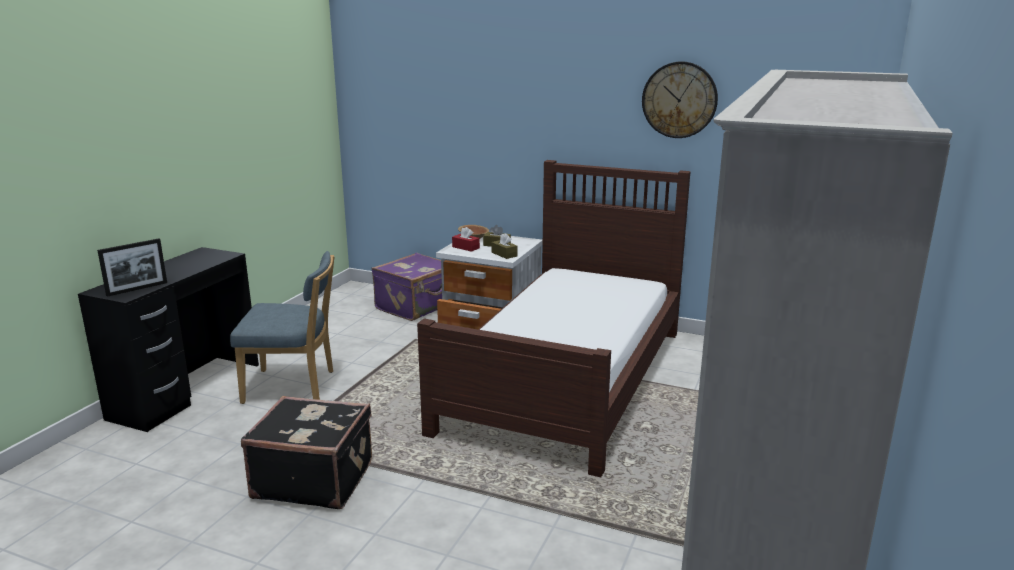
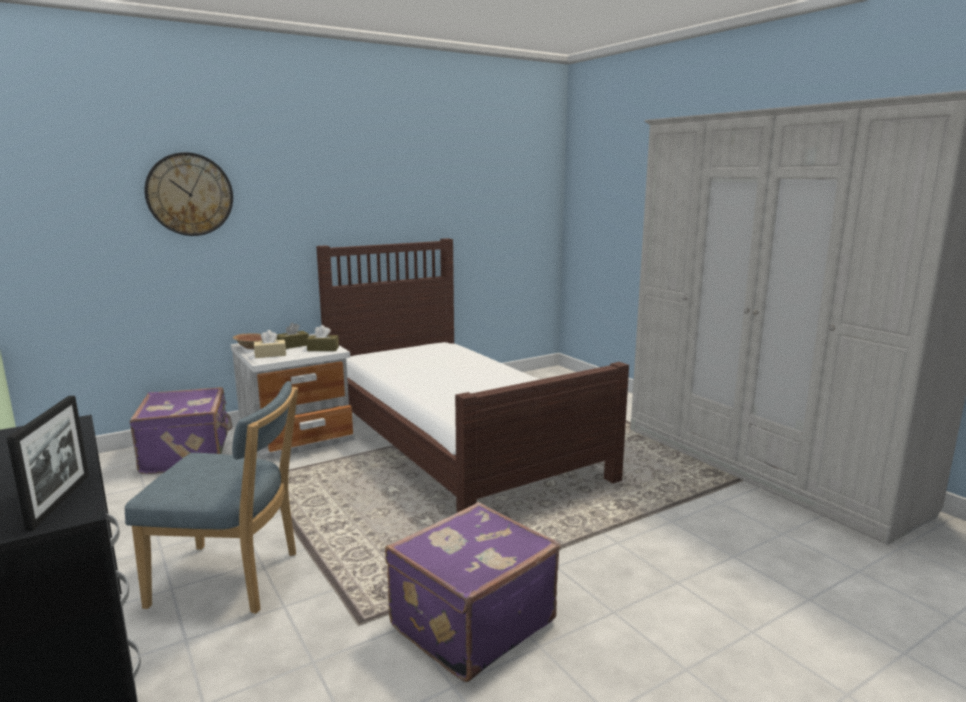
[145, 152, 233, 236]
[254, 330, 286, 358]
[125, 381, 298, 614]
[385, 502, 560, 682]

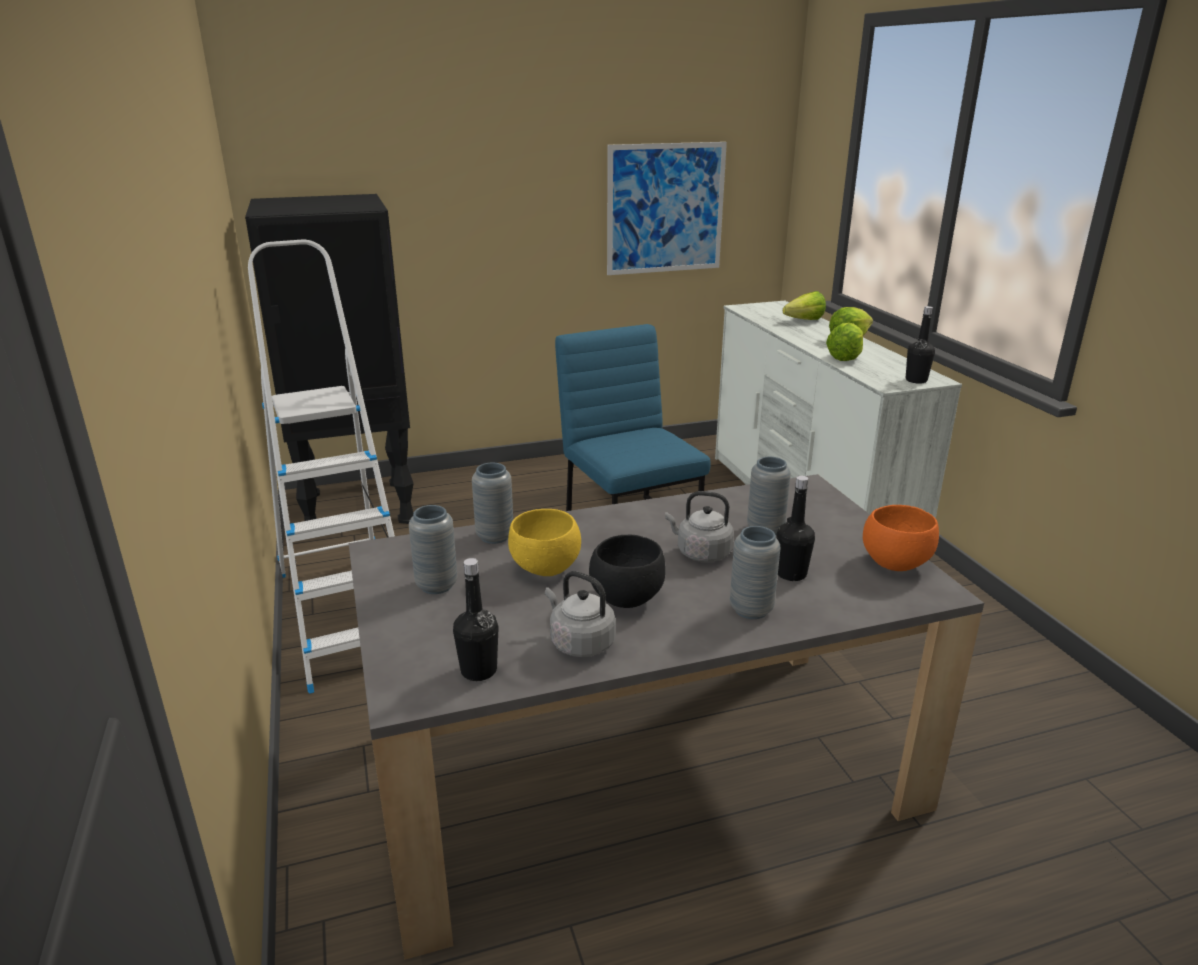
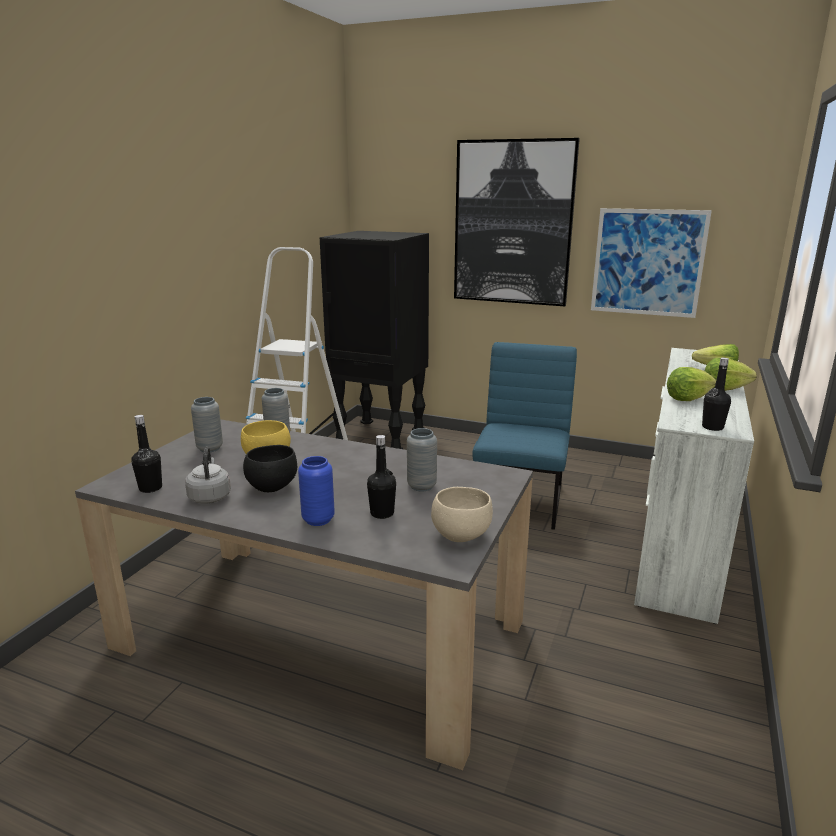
[665, 491, 734, 562] (first image)
[431, 487, 493, 542]
[298, 456, 335, 526]
[454, 138, 580, 306]

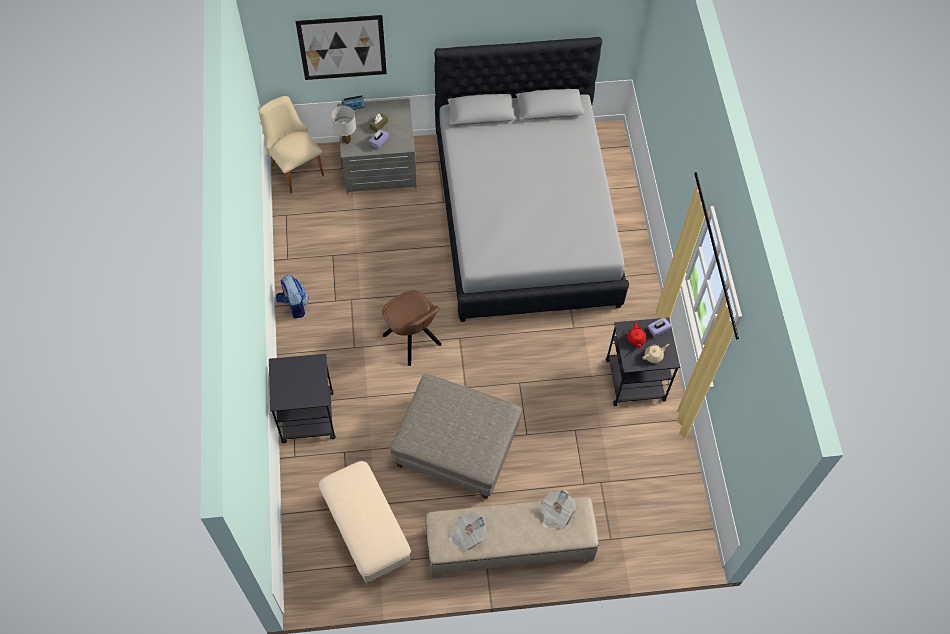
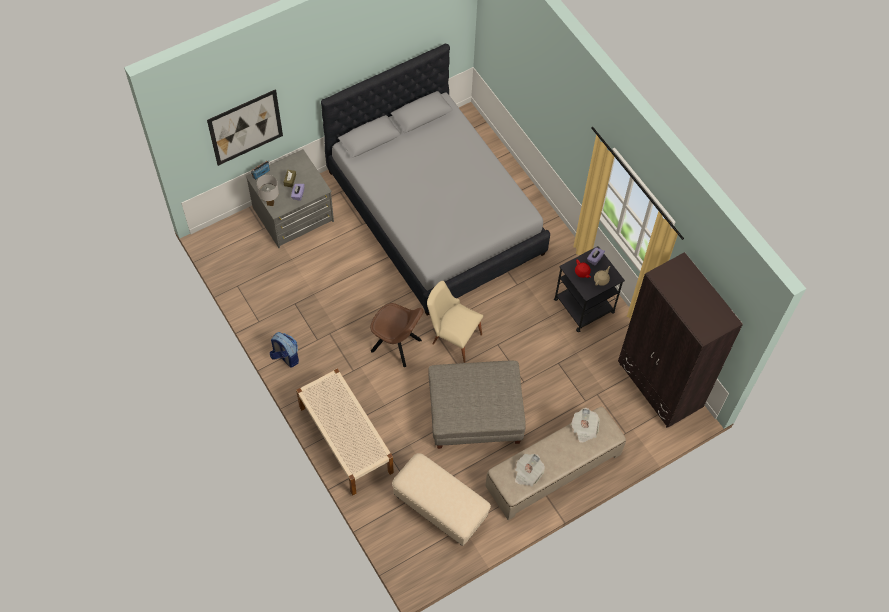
[427, 281, 483, 362]
[296, 368, 394, 496]
[618, 252, 743, 428]

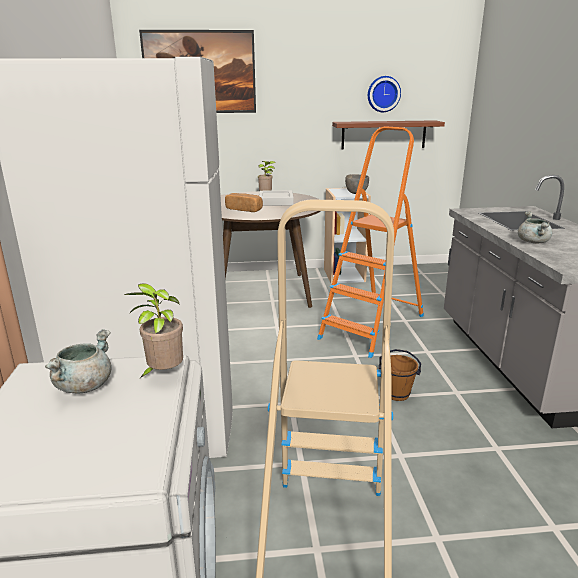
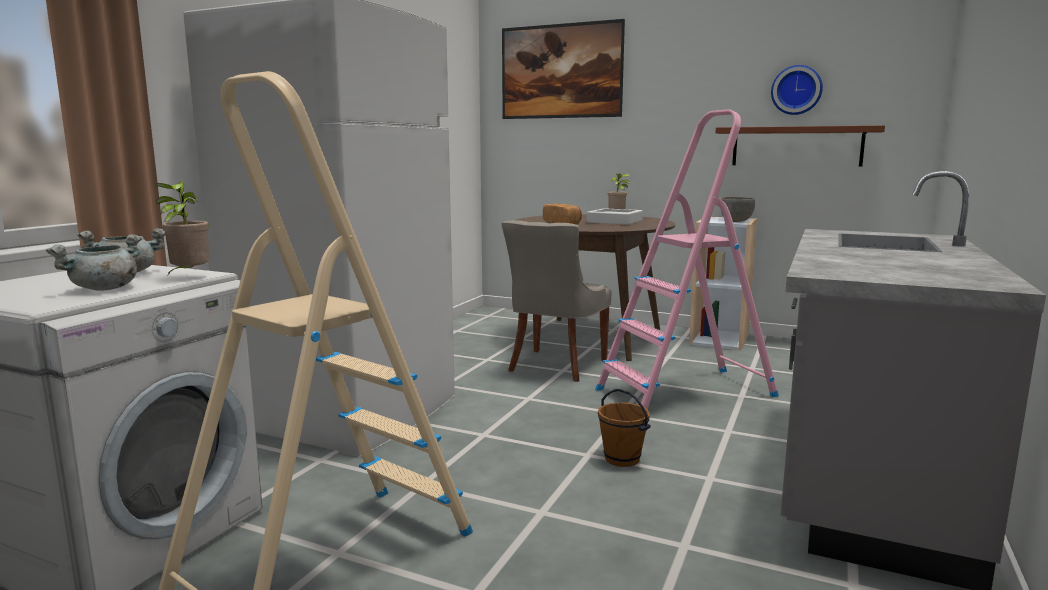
[595, 109, 779, 409]
[46, 234, 142, 291]
[502, 220, 611, 382]

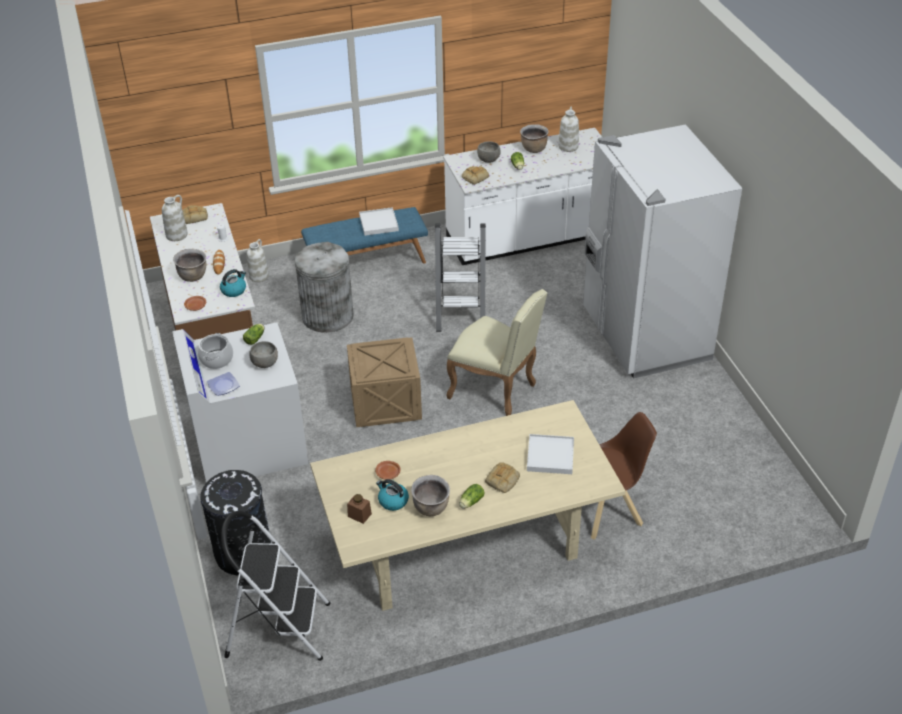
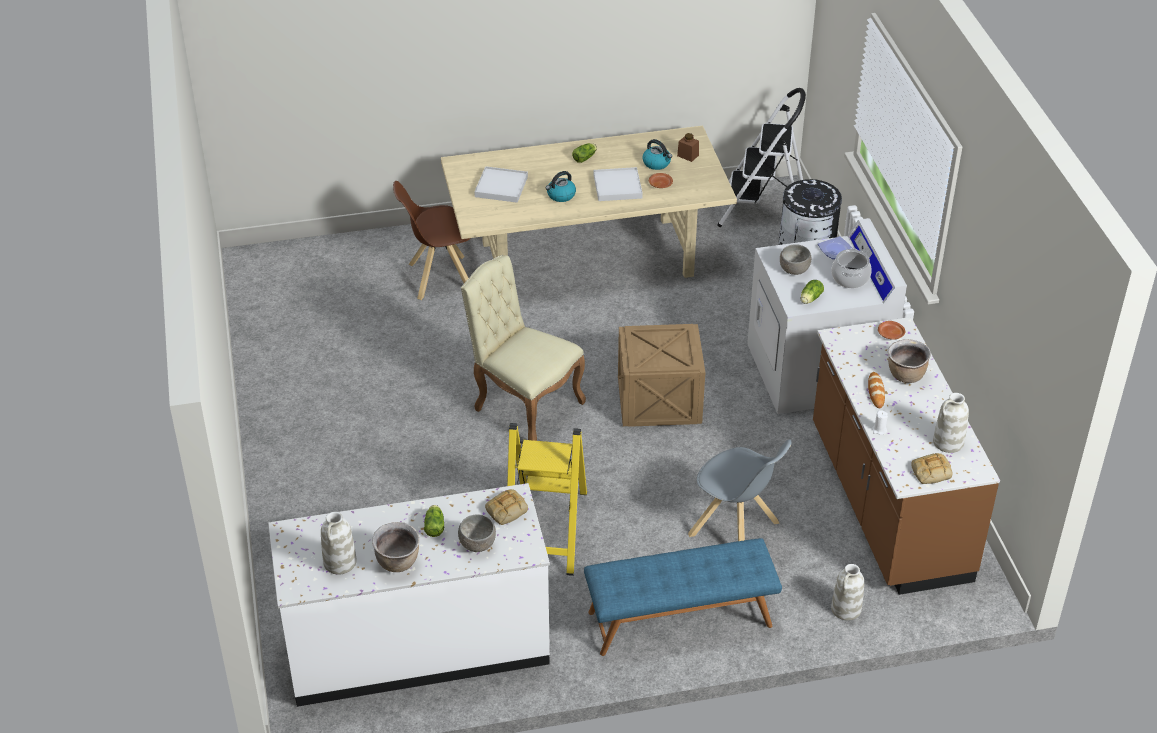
[583, 125, 742, 379] (first image)
[594, 167, 643, 201]
[507, 423, 587, 576]
[688, 439, 791, 541]
[546, 171, 576, 202]
[485, 462, 520, 493] (first image)
[411, 475, 450, 516] (first image)

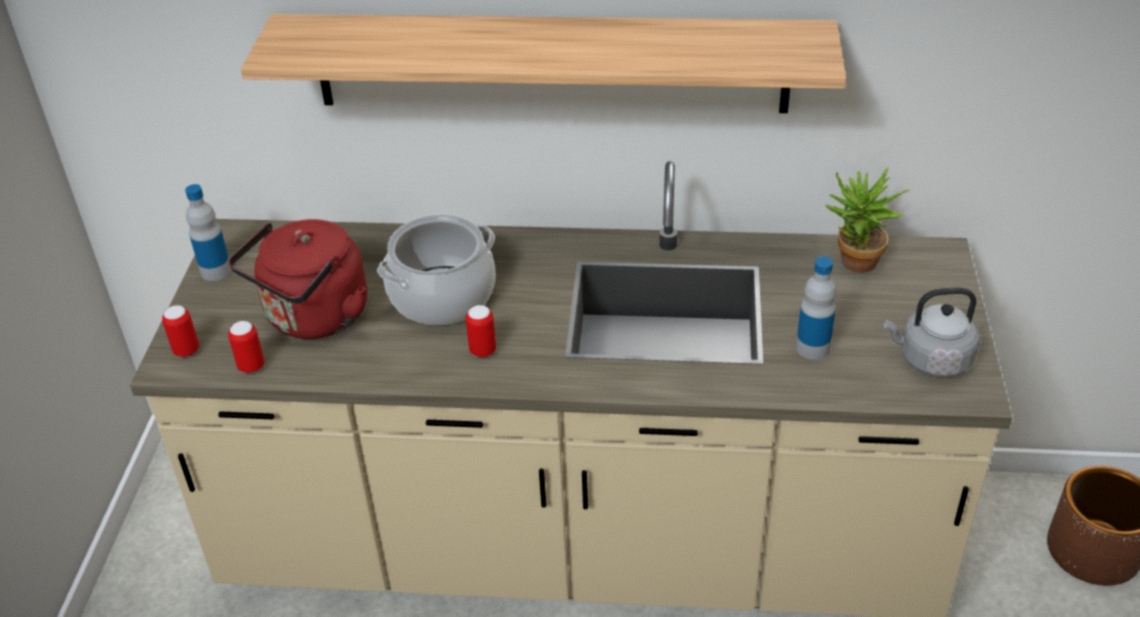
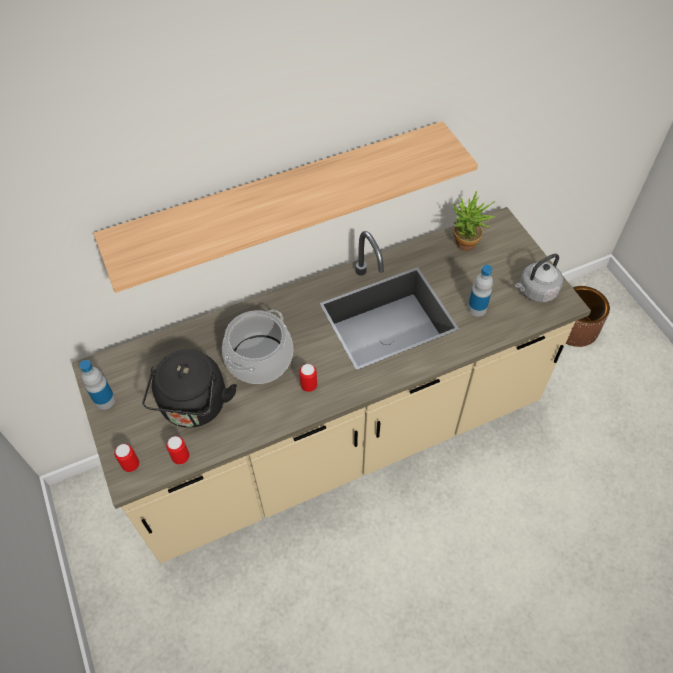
[142, 349, 237, 428]

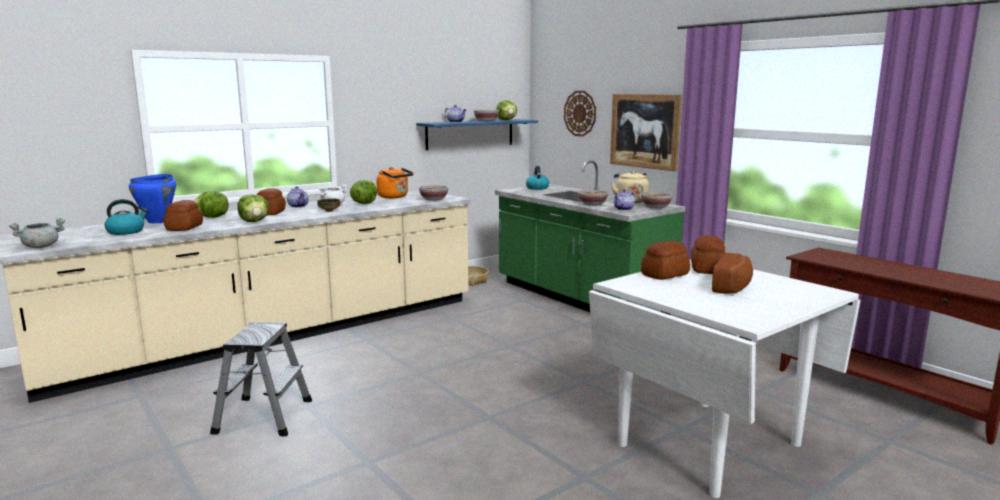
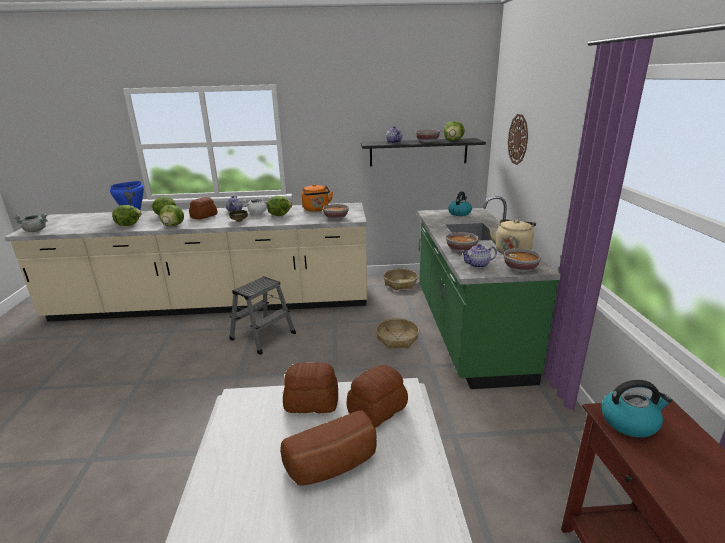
[610, 94, 682, 172] (first image)
[361, 138, 486, 167]
[601, 380, 672, 438]
[112, 205, 142, 226]
[229, 276, 296, 355]
[376, 318, 419, 349]

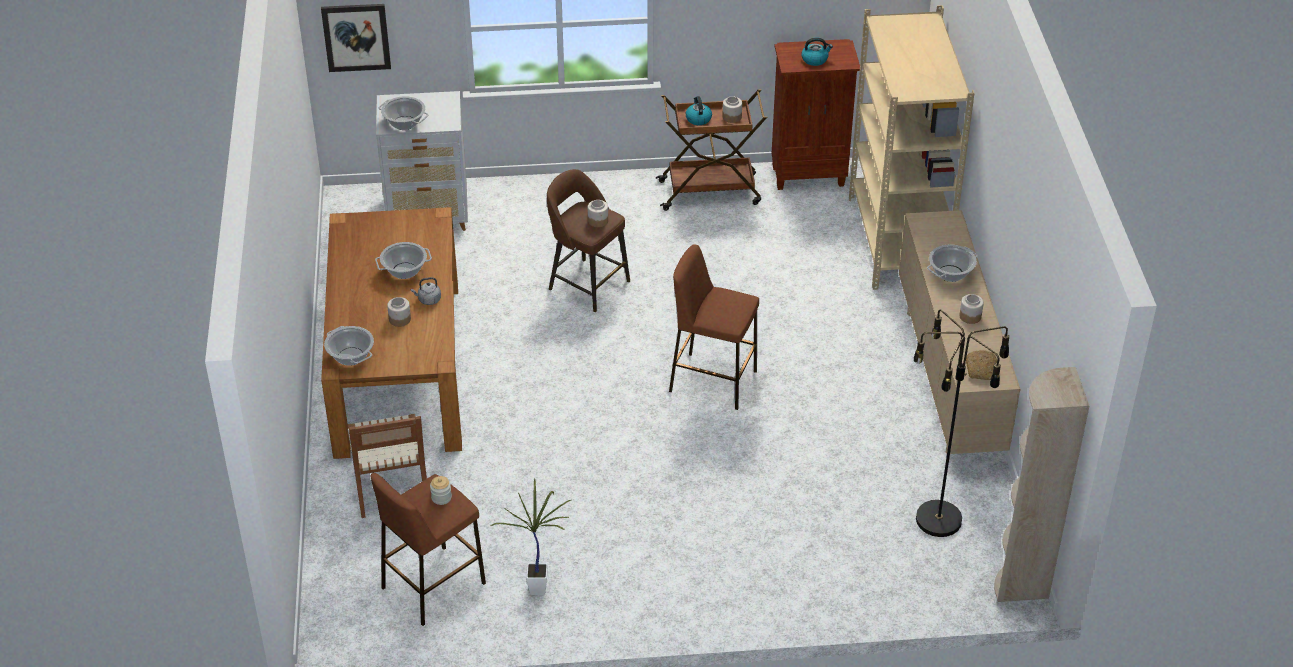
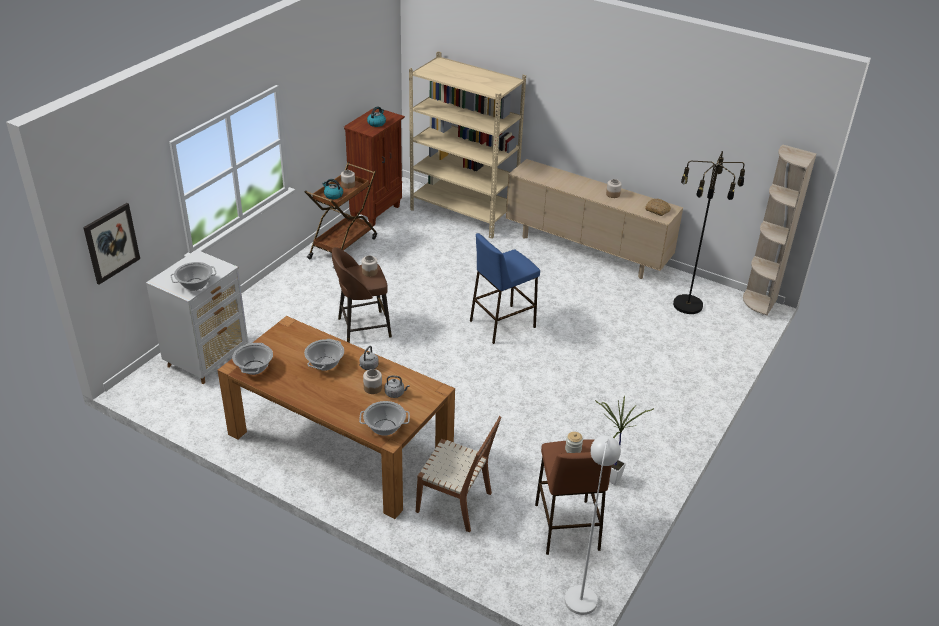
[470, 233, 540, 344]
[232, 343, 273, 375]
[385, 376, 410, 398]
[564, 436, 621, 615]

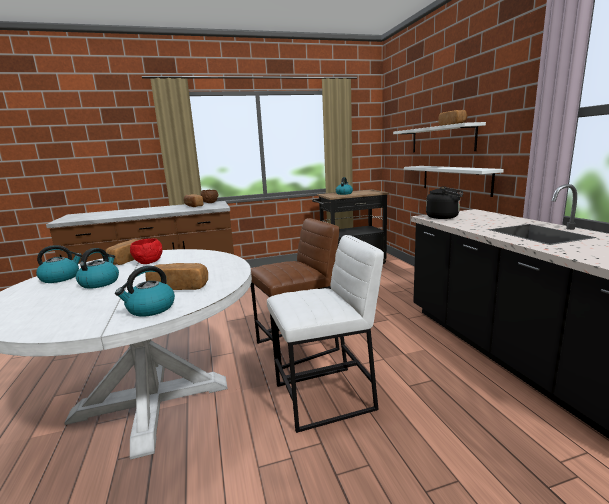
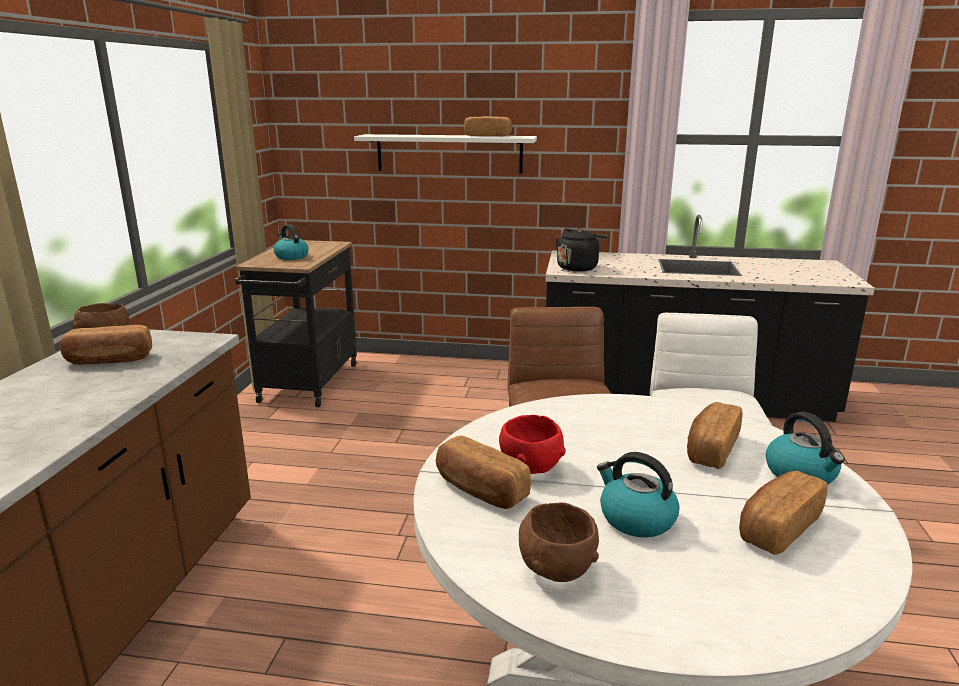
[404, 166, 504, 197] (first image)
[519, 502, 599, 582]
[739, 471, 828, 555]

